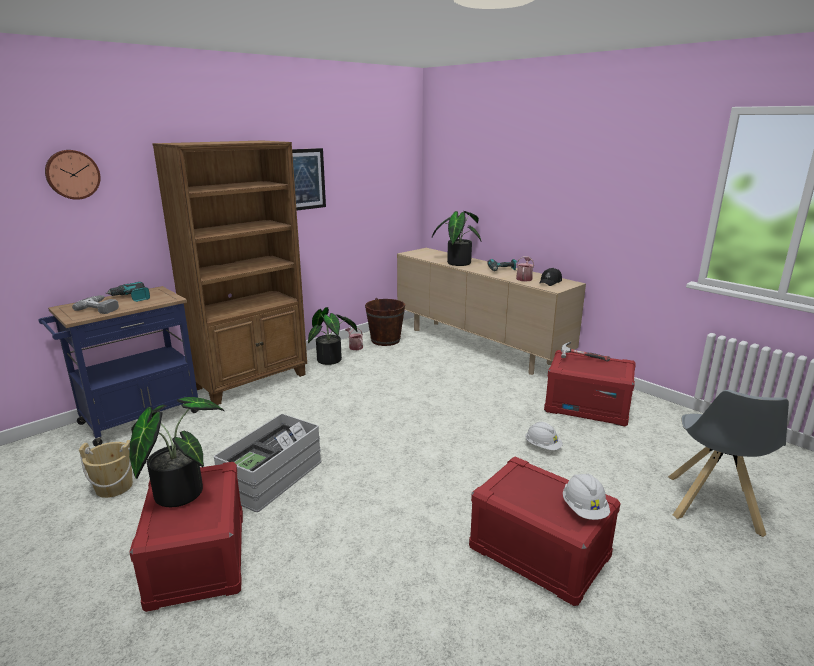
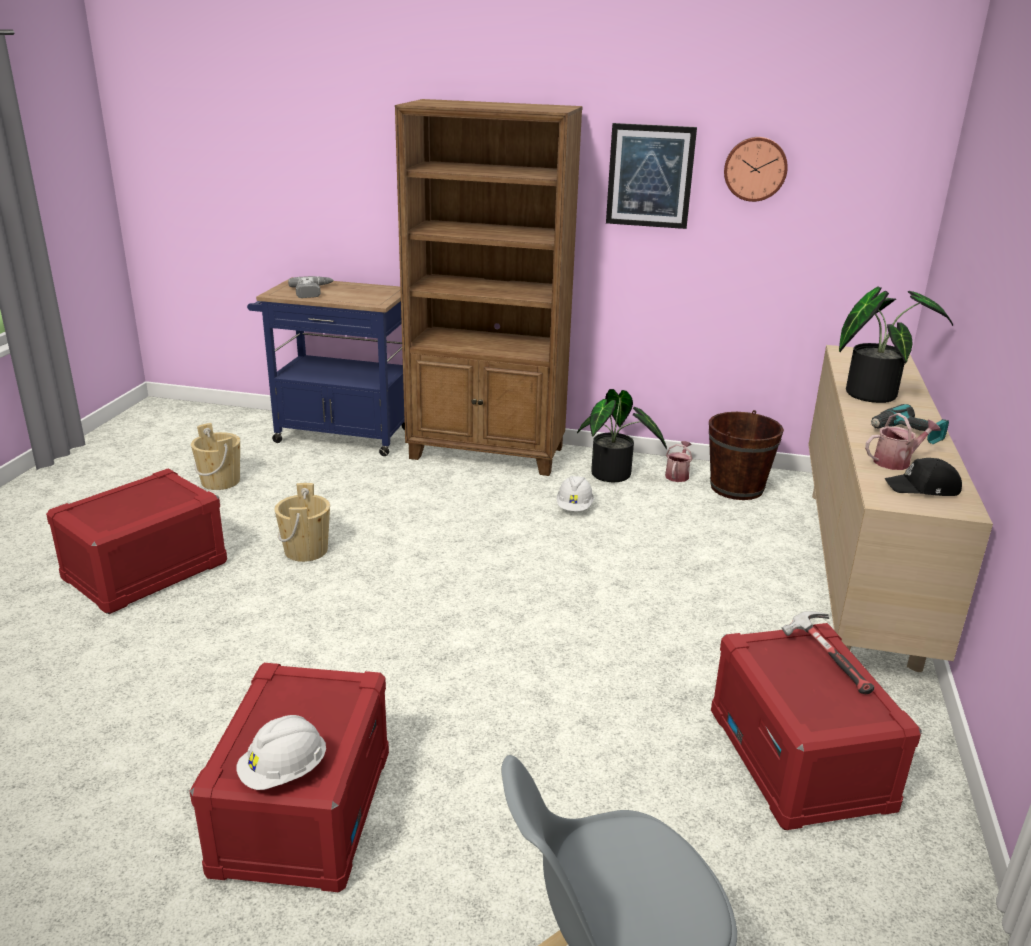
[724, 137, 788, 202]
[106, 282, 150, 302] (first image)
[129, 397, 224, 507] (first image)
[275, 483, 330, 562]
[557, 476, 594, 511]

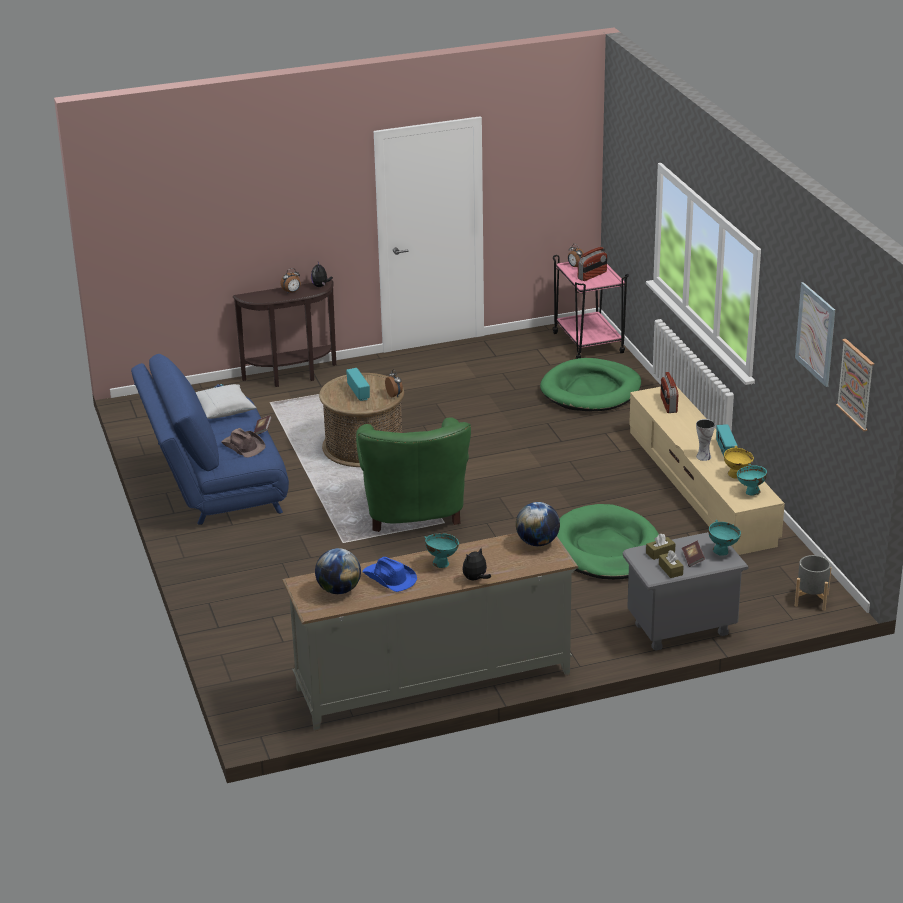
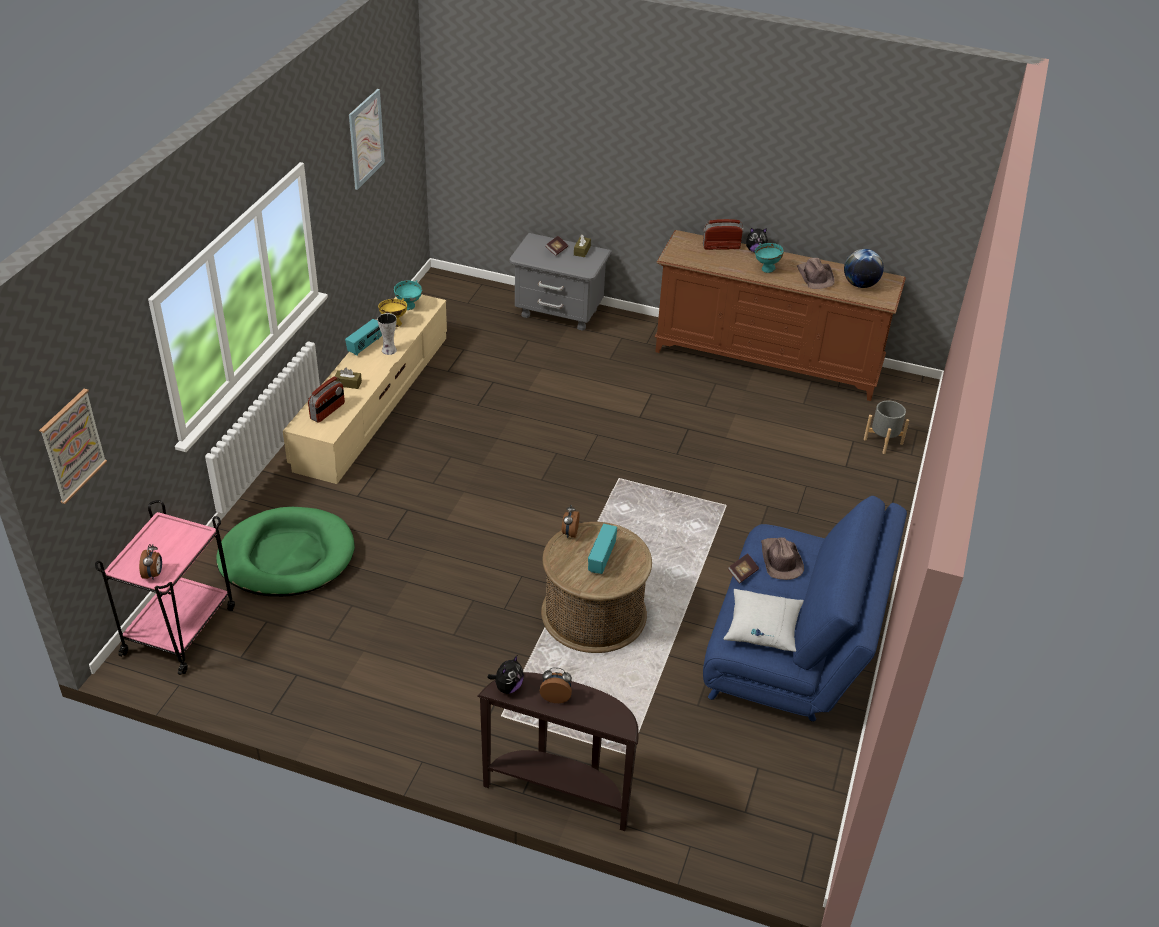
[703, 219, 744, 250]
[39, 389, 107, 504]
[356, 417, 471, 532] (first image)
[516, 502, 560, 546] (first image)
[557, 504, 659, 580] (first image)
[708, 520, 741, 556] (first image)
[655, 230, 906, 401]
[335, 368, 362, 389]
[864, 400, 909, 454]
[797, 258, 835, 289]

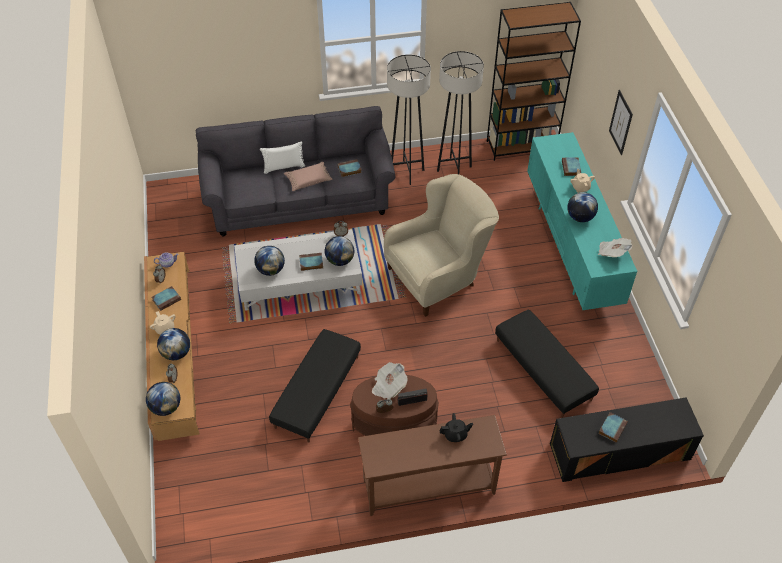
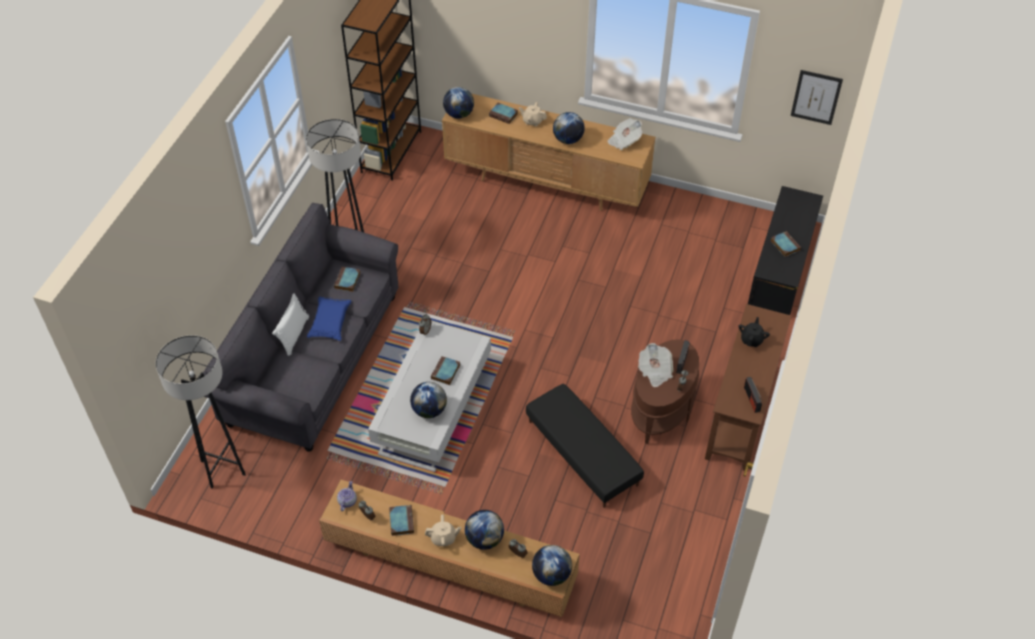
[156, 335, 246, 488]
[791, 70, 843, 125]
[442, 94, 656, 211]
[307, 297, 351, 341]
[384, 174, 499, 317] (first image)
[443, 87, 474, 119]
[495, 310, 599, 418] (first image)
[744, 377, 763, 413]

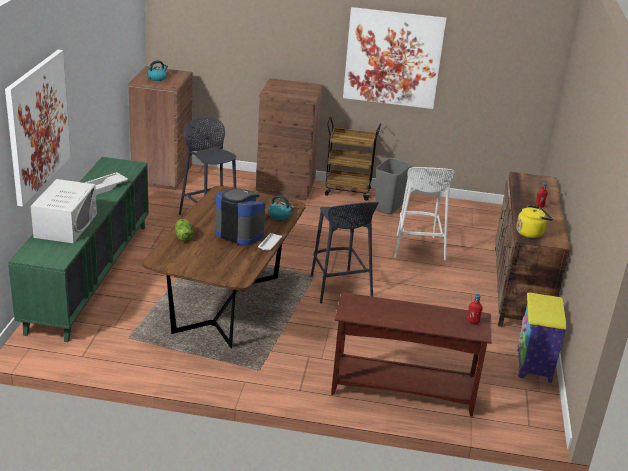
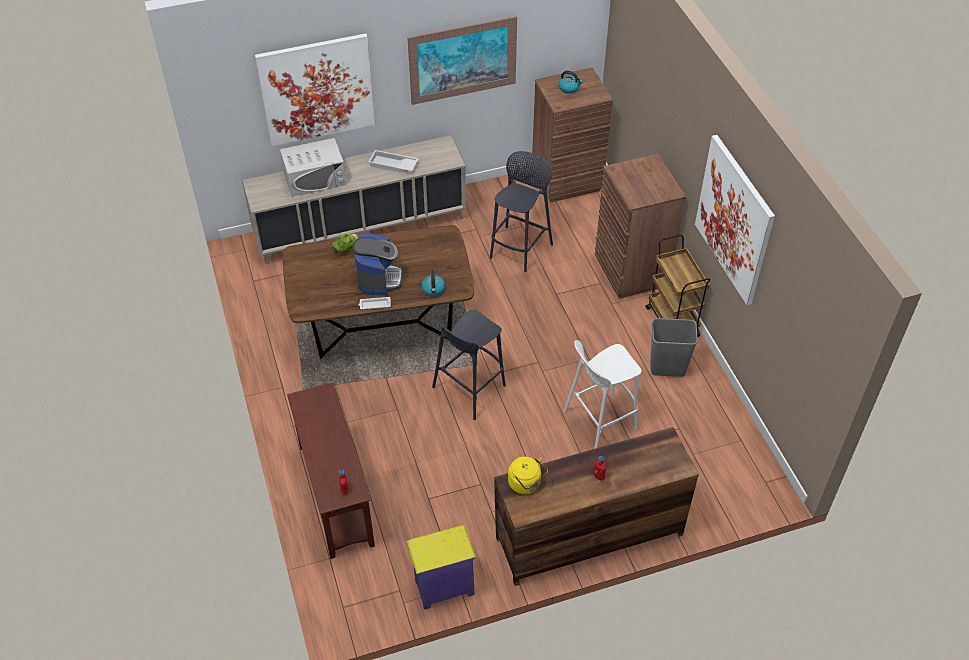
[242, 135, 466, 264]
[407, 16, 517, 105]

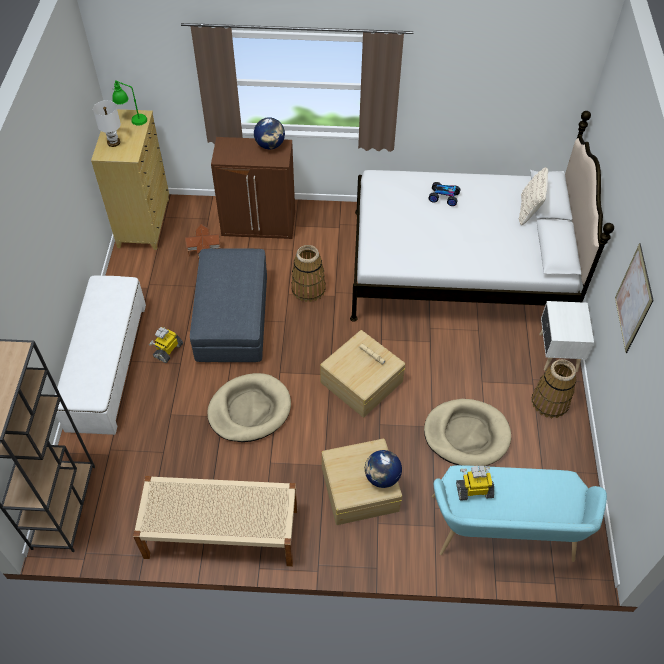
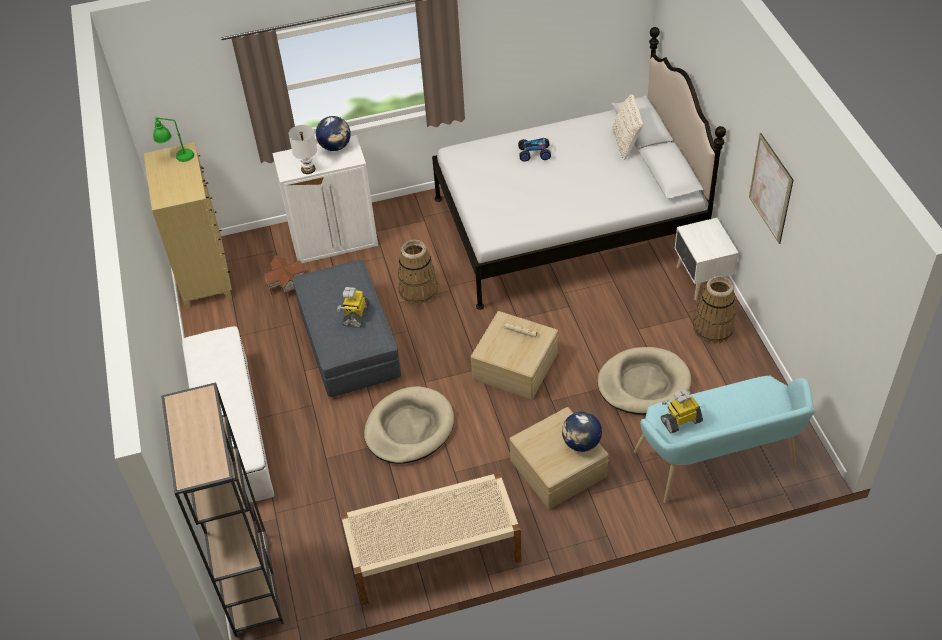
[289, 125, 317, 174]
[272, 135, 378, 263]
[337, 287, 370, 328]

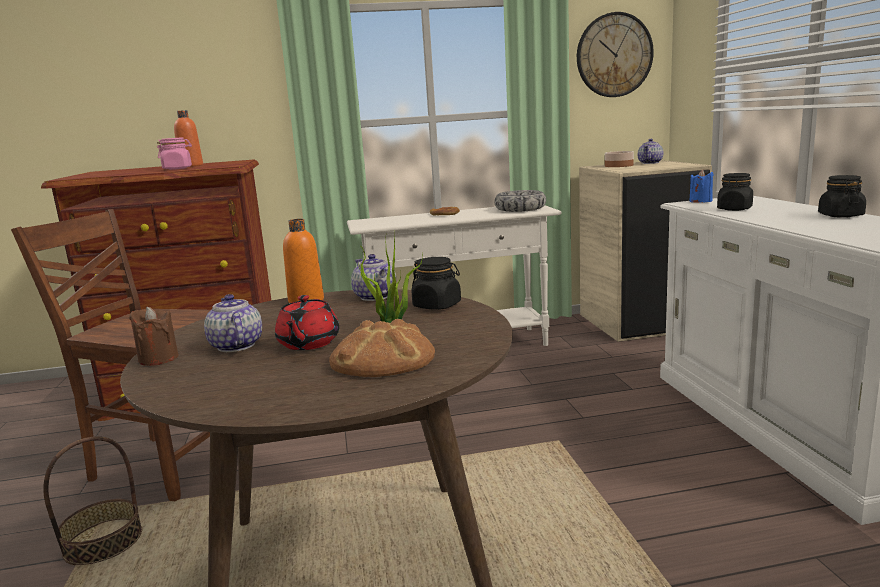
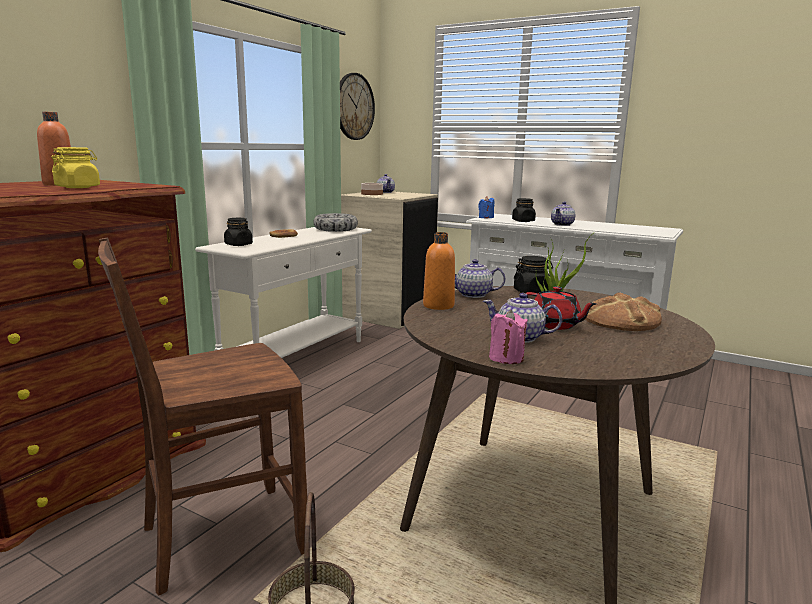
[52, 147, 100, 188]
[224, 218, 253, 246]
[489, 310, 528, 364]
[551, 202, 575, 226]

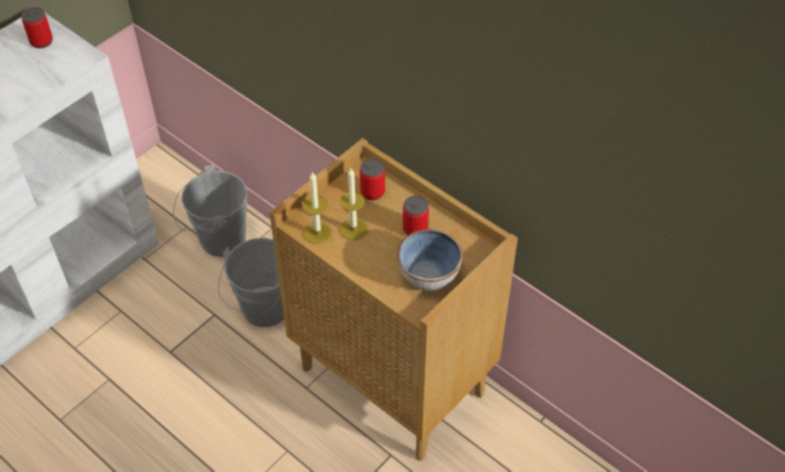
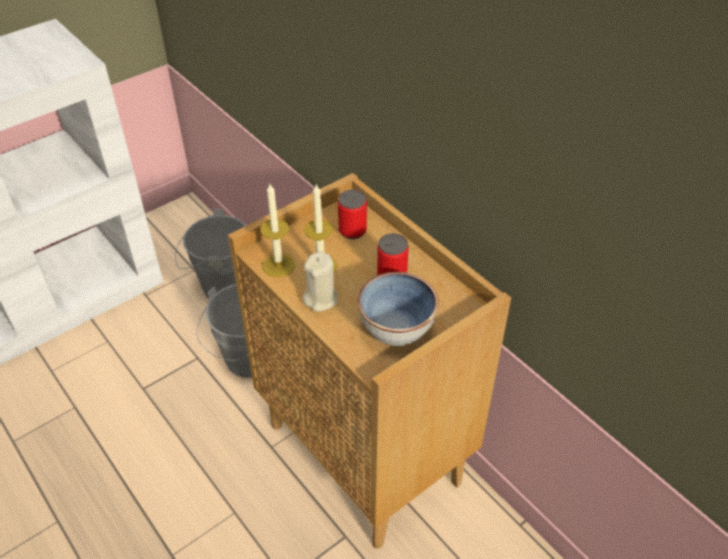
[21, 7, 53, 48] (first image)
[302, 252, 338, 312]

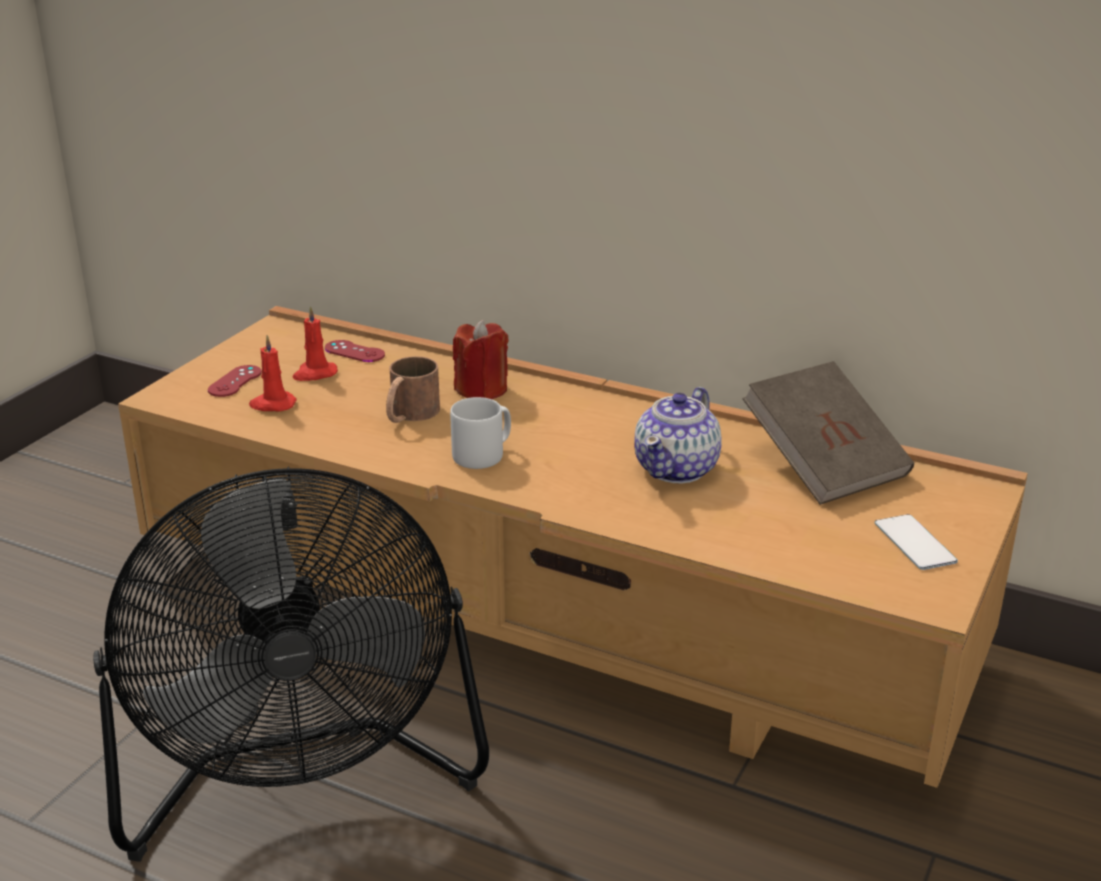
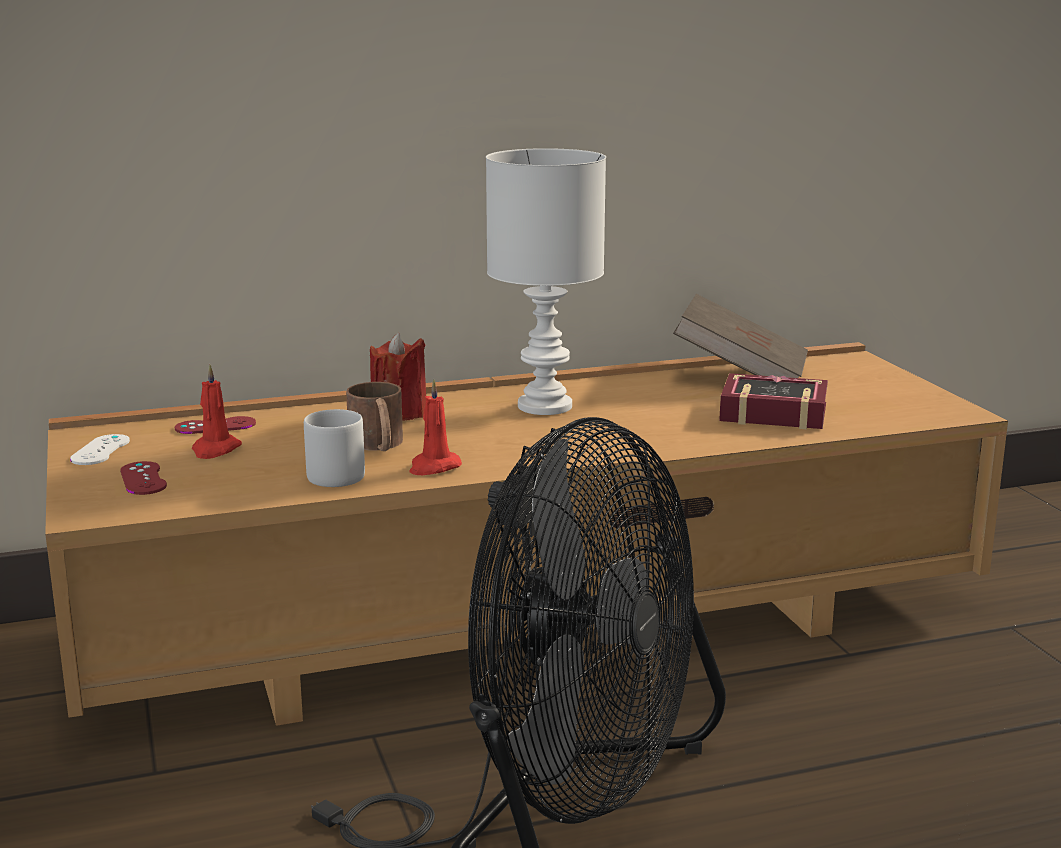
[409, 379, 462, 475]
[634, 387, 722, 484] (first image)
[304, 409, 365, 487]
[875, 514, 958, 570] (first image)
[486, 148, 606, 415]
[719, 373, 828, 429]
[70, 434, 130, 465]

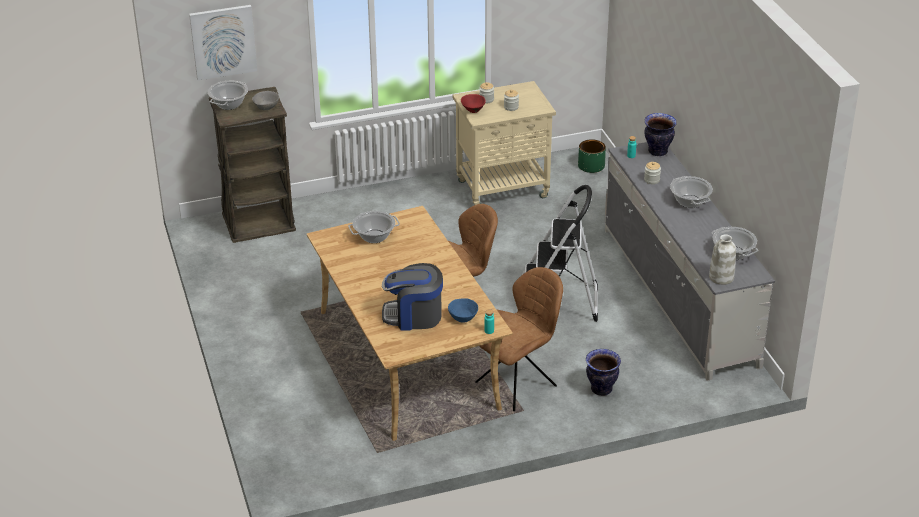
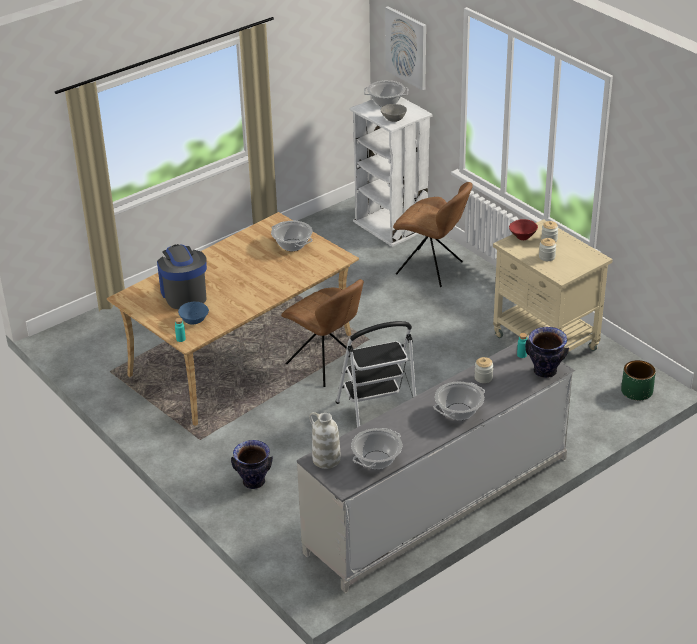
[350, 97, 432, 247]
[393, 182, 473, 287]

